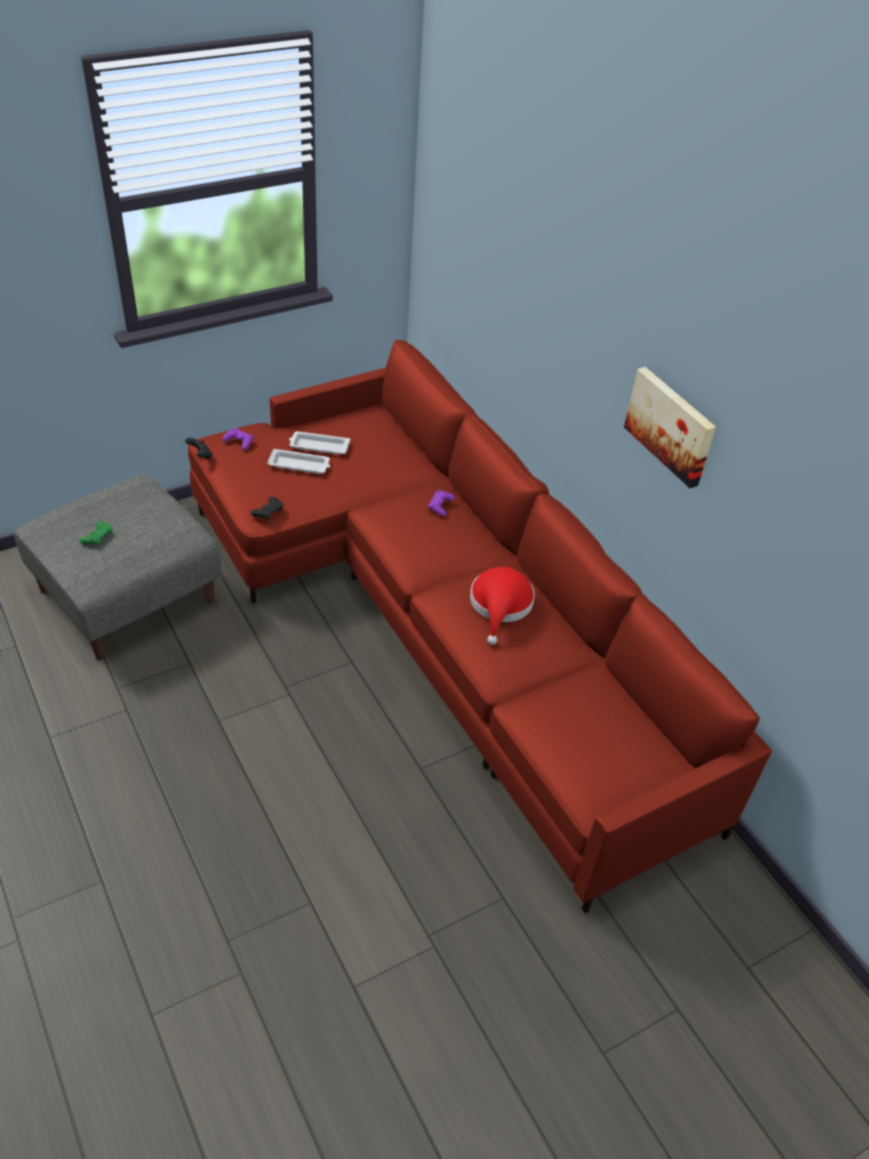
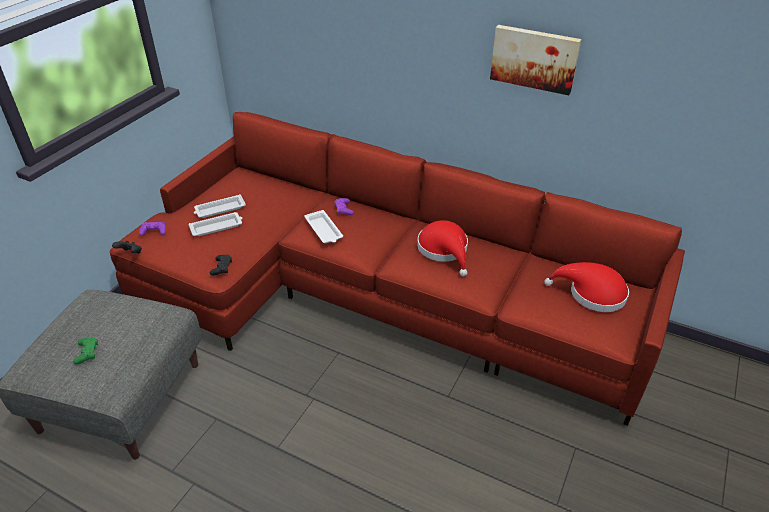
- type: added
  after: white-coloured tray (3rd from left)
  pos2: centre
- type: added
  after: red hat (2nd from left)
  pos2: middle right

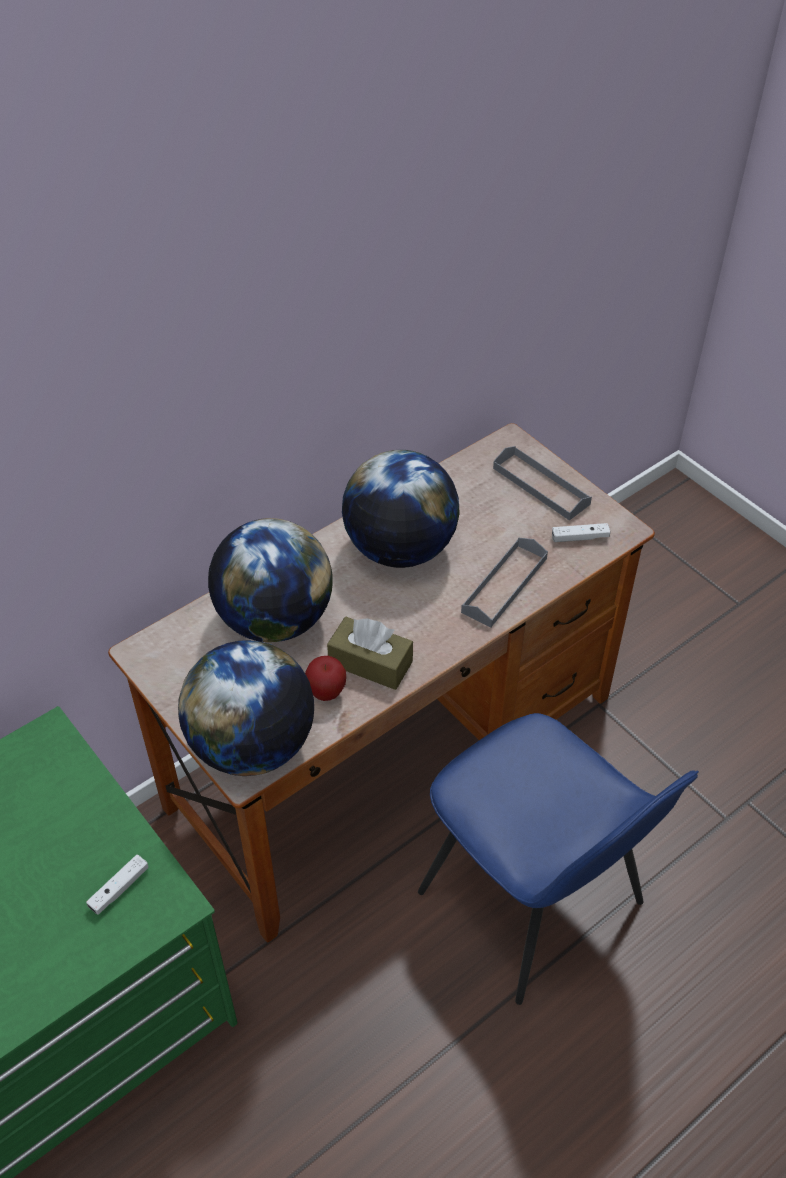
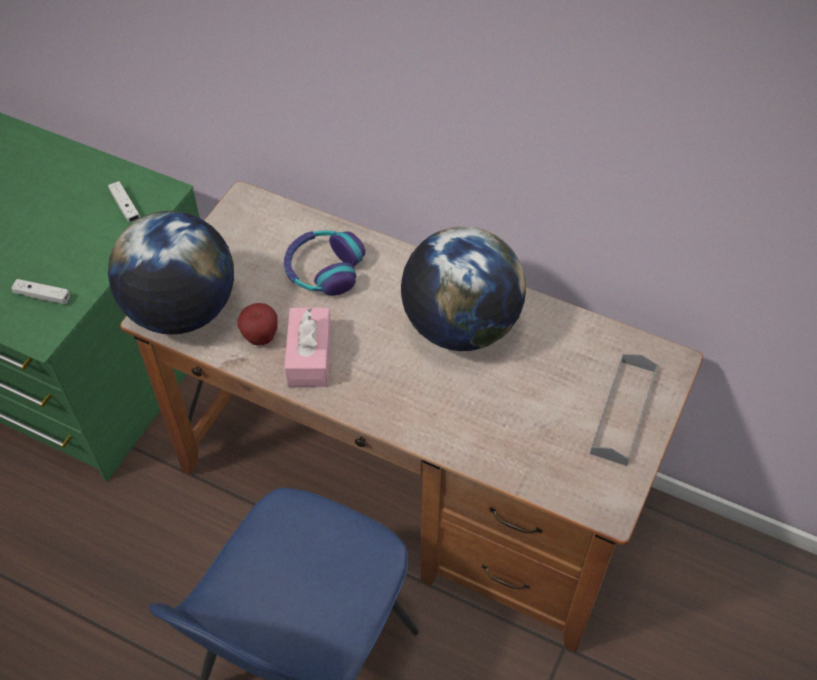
- type: removed
  before: gray tray (1st from left)
  pos1: centre
- type: moved
  before: white-coloured joypad (2nd from left)
  pos1: middle right
  pos2: top left
- type: replaced
  before: desk globe (2nd from left)
  after: headphones
  pos1: centre
  pos2: centre
- type: recoloured
  before: brownish tissue box
  after: pinkish tissue box
  pos1: centre
  pos2: centre

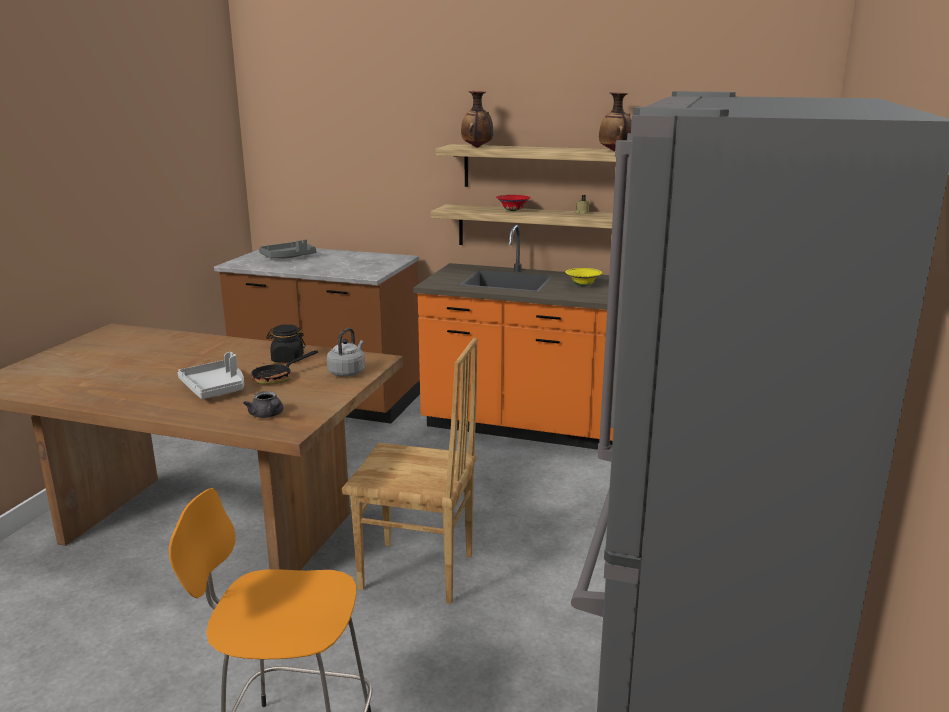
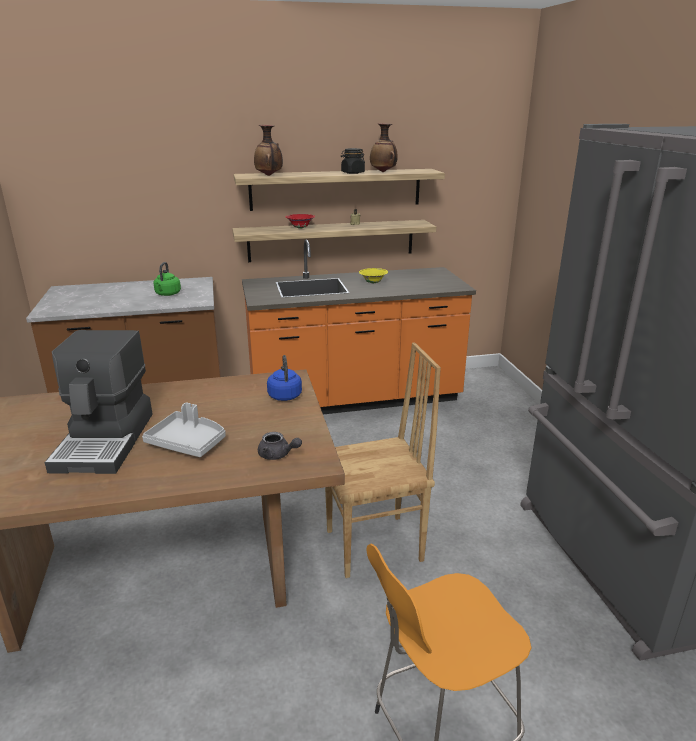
- type: removed
  before: frying pan
  pos1: middle left
- type: removed
  before: gray tray (2nd from left)
  pos1: middle left
- type: added
  after: coffee maker
  pos2: middle left
- type: added
  after: green-coloured kettle
  pos2: middle left
- type: moved
  before: black-coloured preserve jar
  pos1: middle left
  pos2: top centre
- type: recoloured
  before: gray kettle
  after: blue kettle
  pos1: centre
  pos2: centre

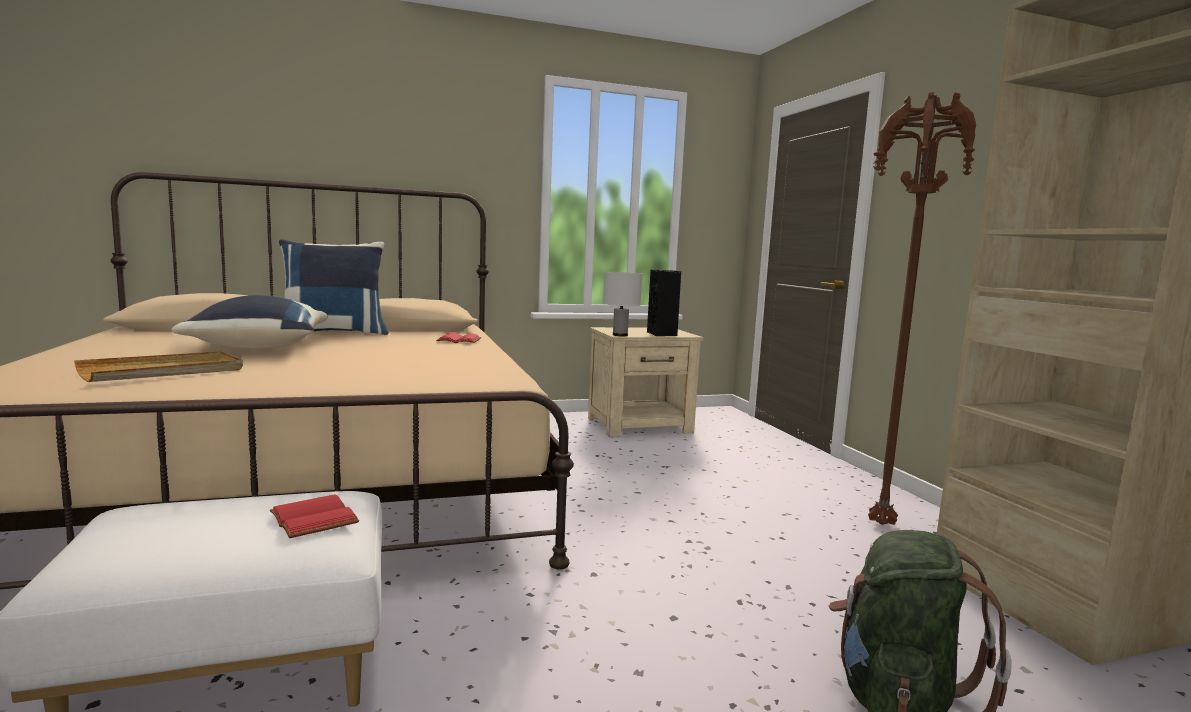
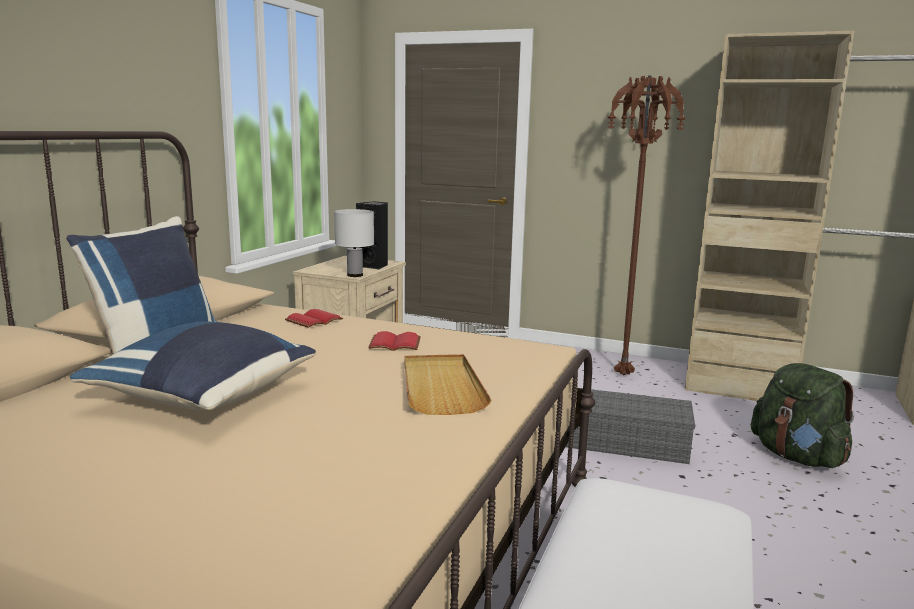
- type: added
  after: gray storage container
  pos2: bottom right
- type: moved
  before: sand-coloured tray
  pos1: middle left
  pos2: centre
- type: moved
  before: red volume (1st from left in the first image)
  after: red volume (2nd from left)
  pos1: bottom left
  pos2: centre

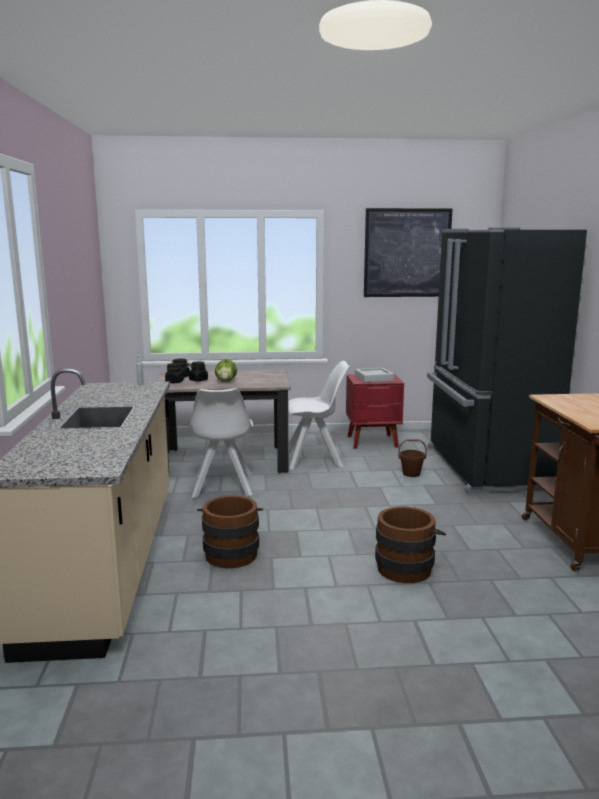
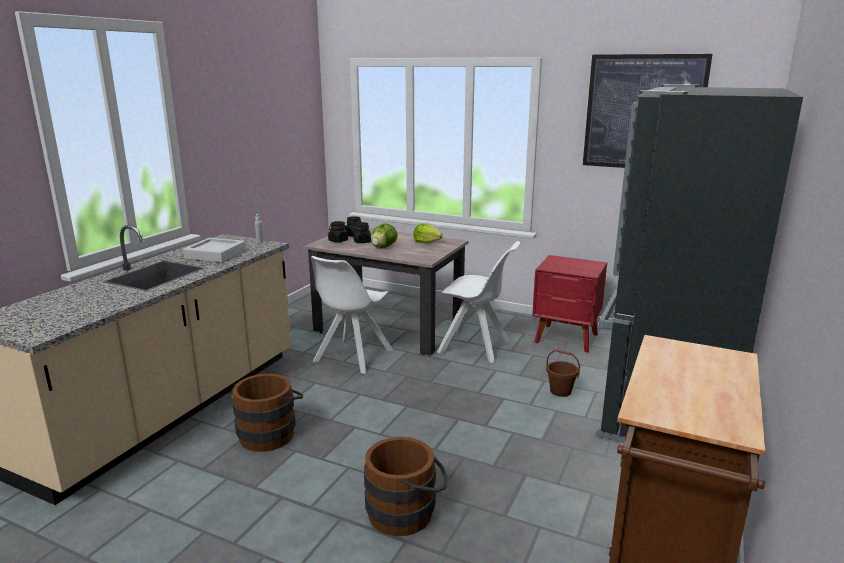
- type: added
  after: lettuce head (2nd from left)
  pos2: centre
- type: moved
  before: gray tray
  pos1: centre
  pos2: middle left

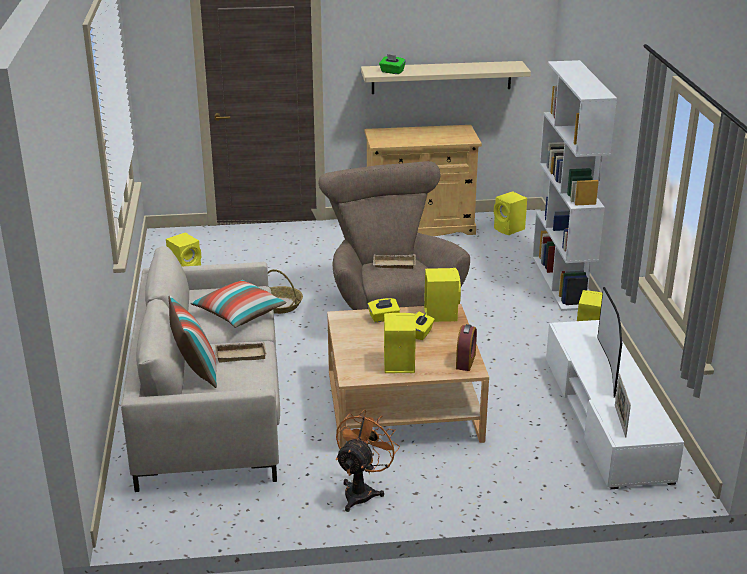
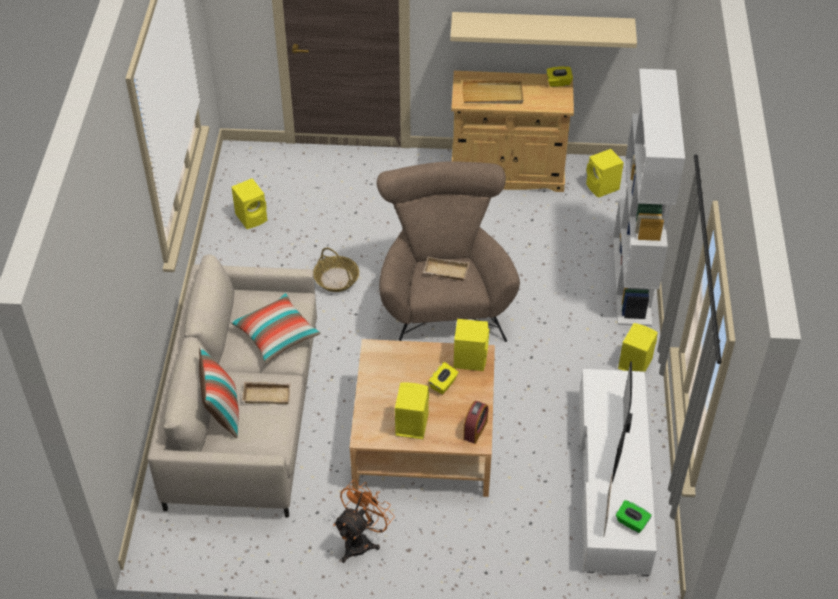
- type: added
  after: sand-coloured tray (3rd from left)
  pos2: top centre
- type: moved
  before: yellowish tissue box (1st from left in the first image)
  after: yellowish tissue box (2nd from left)
  pos1: centre
  pos2: top right
- type: moved
  before: green-coloured tissue box
  pos1: top centre
  pos2: bottom right

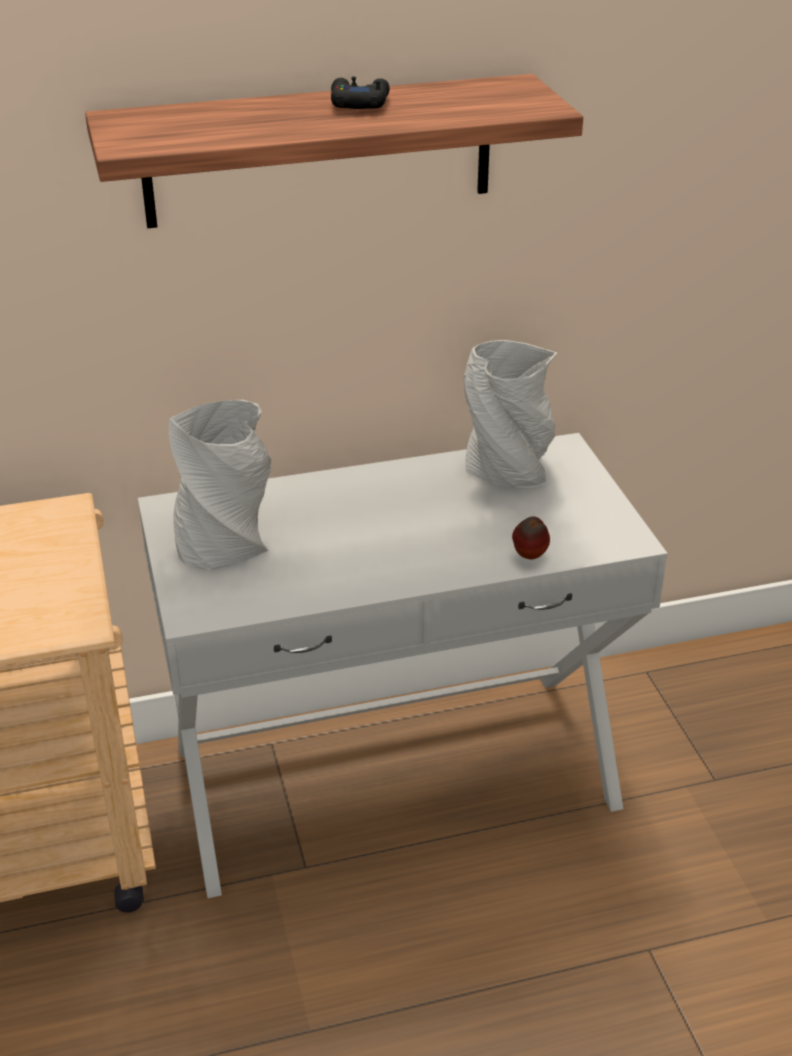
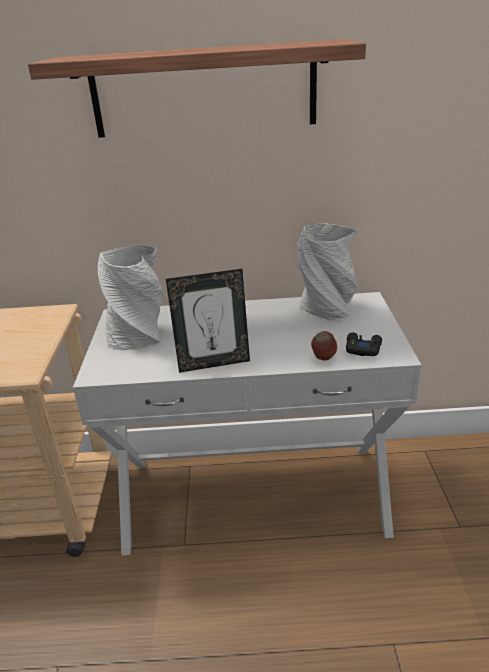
- type: added
  after: picture frame
  pos2: centre
- type: moved
  before: black-coloured joypad
  pos1: top centre
  pos2: middle right

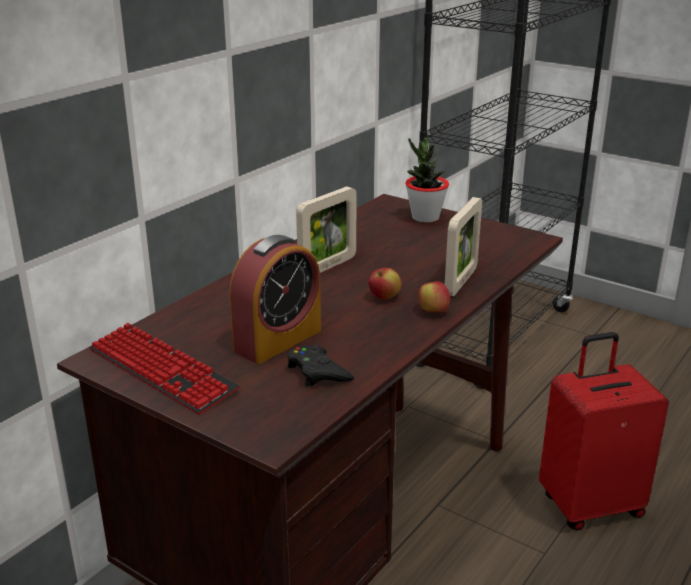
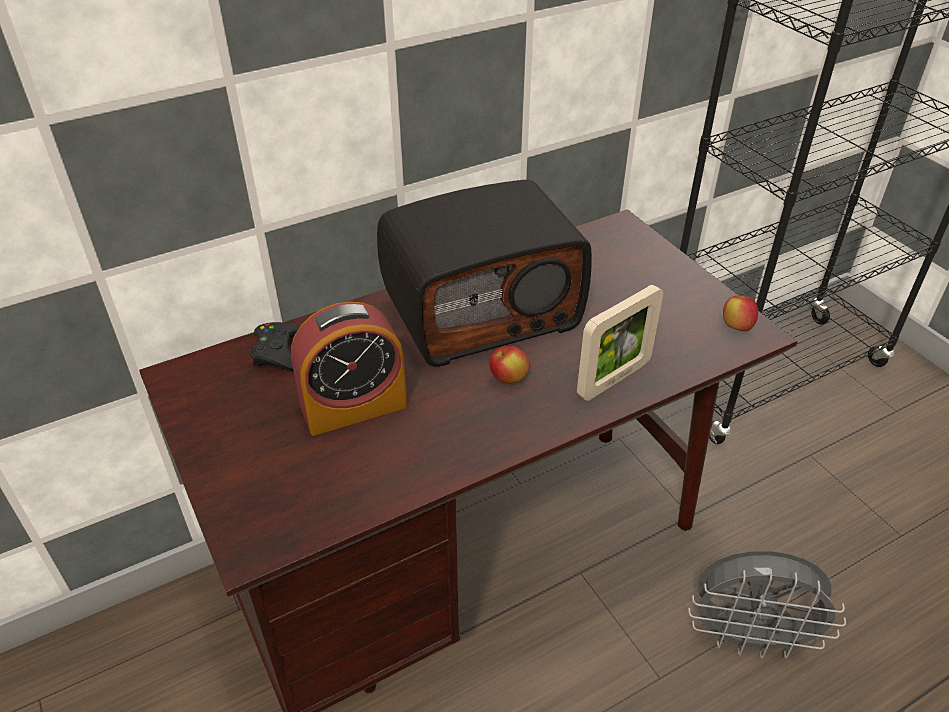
- type: removed
  before: PC keyboard
  pos1: middle left
- type: removed
  before: houseplant
  pos1: top centre
- type: moved
  before: black-coloured joypad
  pos1: centre
  pos2: middle left
- type: moved
  before: apple fruit (2nd from left)
  pos1: centre
  pos2: middle right
- type: replaced
  before: picture frame (1st from left)
  after: radio set
  pos1: centre
  pos2: centre
- type: replaced
  before: red piece of luggage
  after: gray fan
  pos1: bottom right
  pos2: bottom right

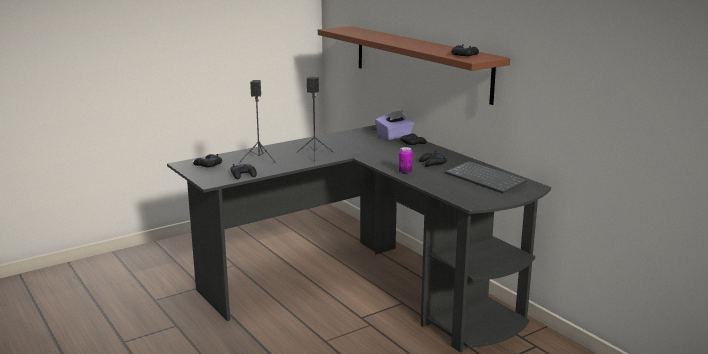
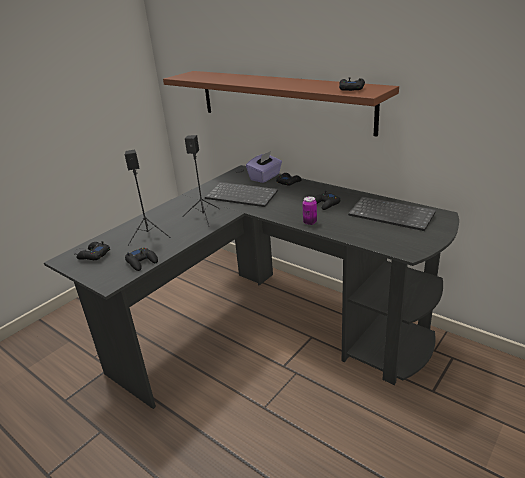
- type: added
  after: PC keyboard (1st from left)
  pos2: centre

